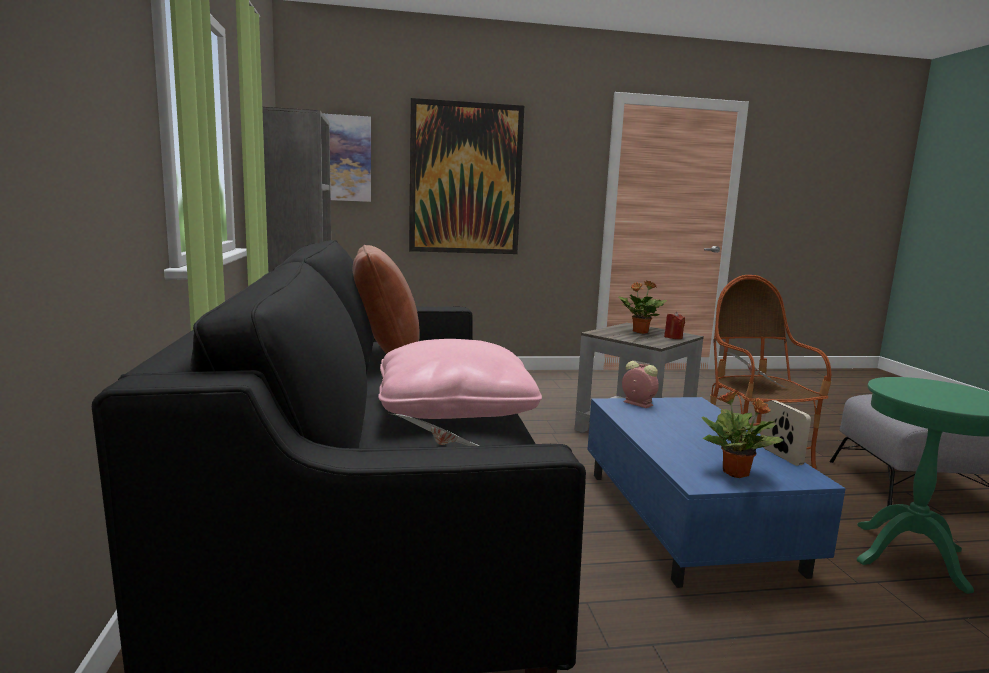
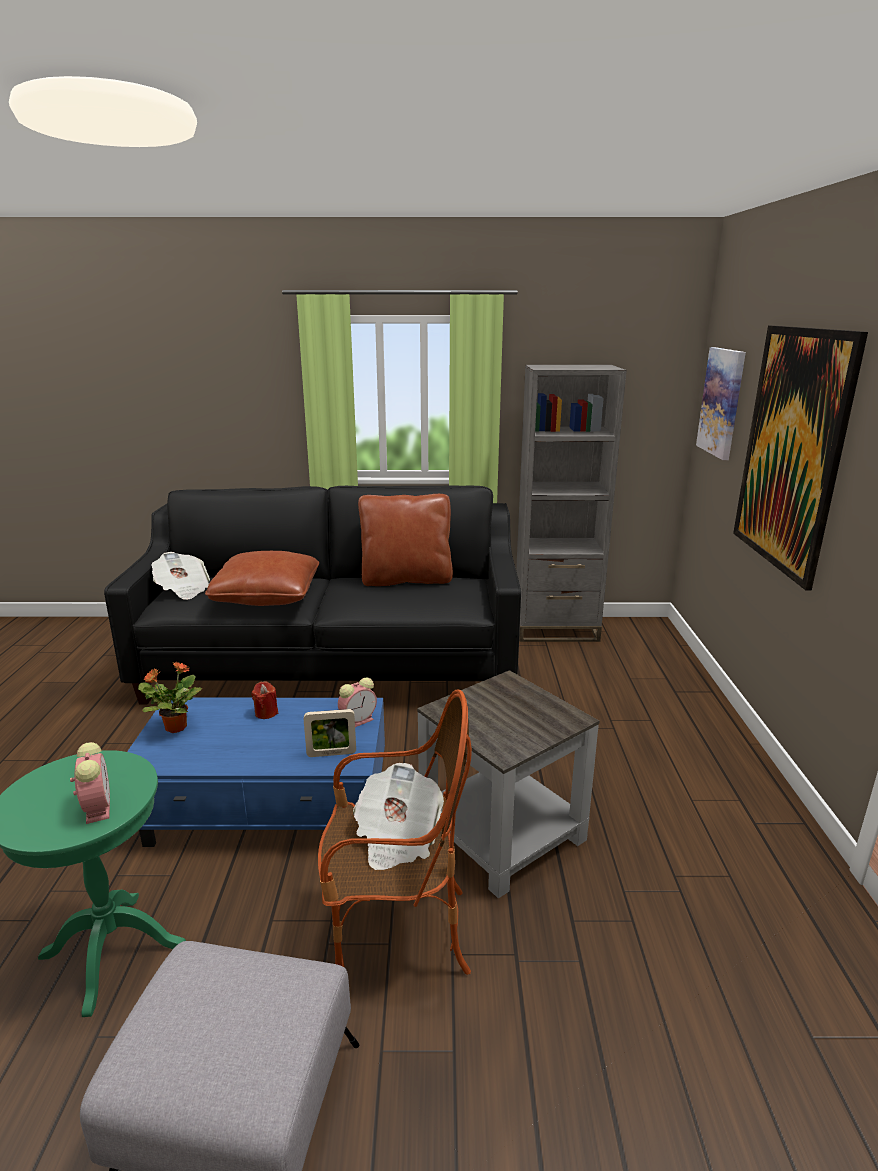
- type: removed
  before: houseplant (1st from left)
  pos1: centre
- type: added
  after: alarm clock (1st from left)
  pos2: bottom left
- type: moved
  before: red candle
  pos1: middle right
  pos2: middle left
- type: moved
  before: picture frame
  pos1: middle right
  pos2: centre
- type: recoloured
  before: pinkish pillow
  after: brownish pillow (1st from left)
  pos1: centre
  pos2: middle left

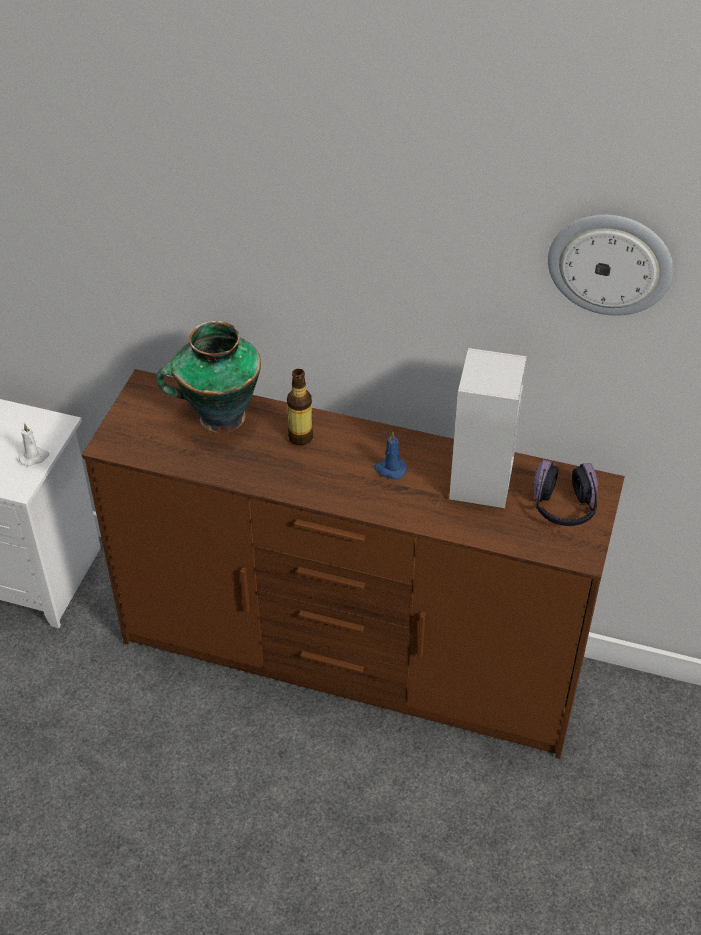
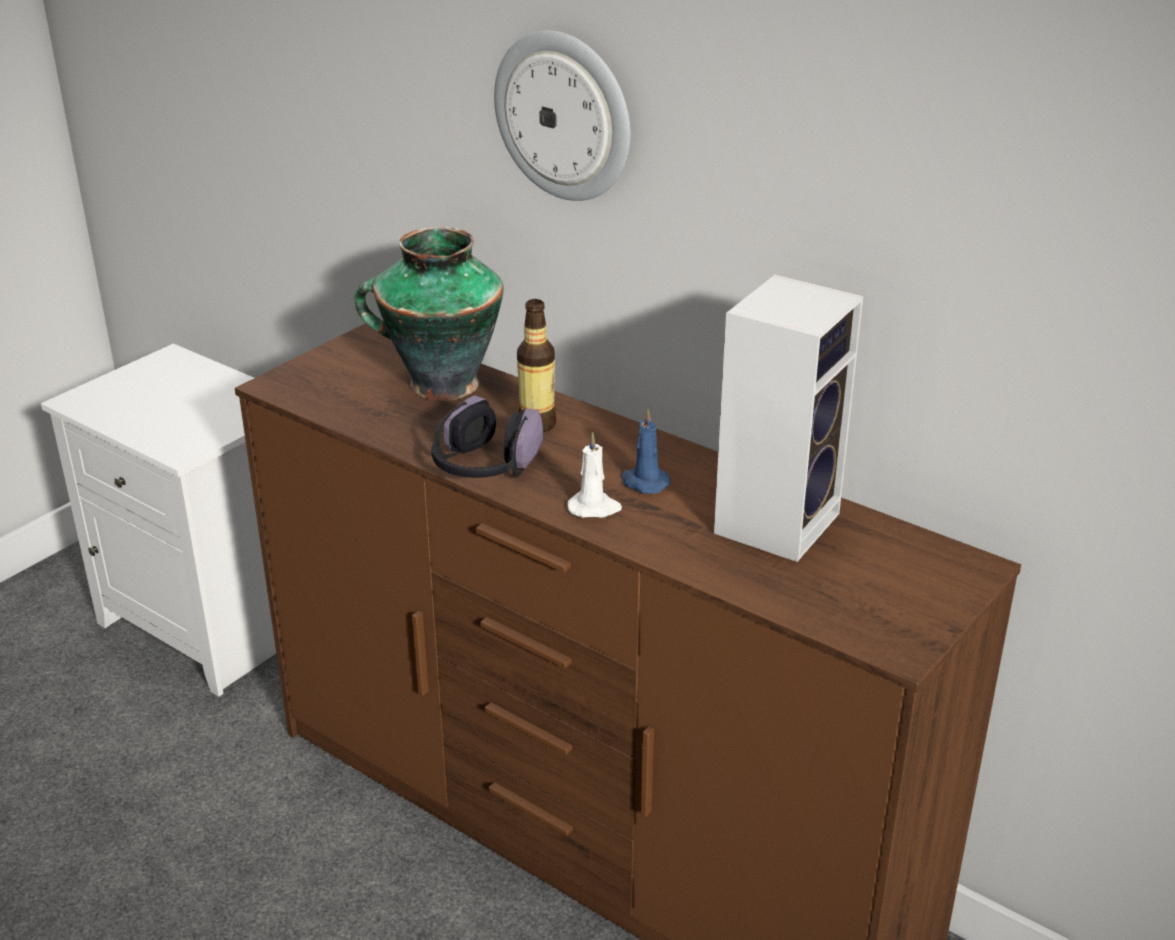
- type: moved
  before: white-coloured candle
  pos1: middle left
  pos2: centre
- type: moved
  before: headphones
  pos1: middle right
  pos2: centre
- type: moved
  before: hanging clock
  pos1: top right
  pos2: top centre

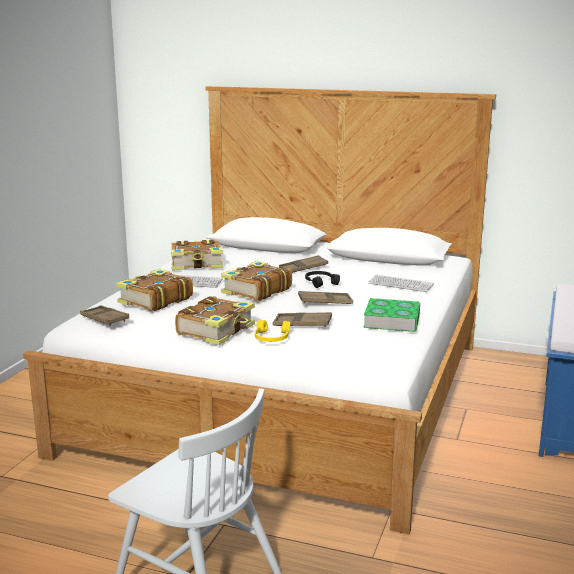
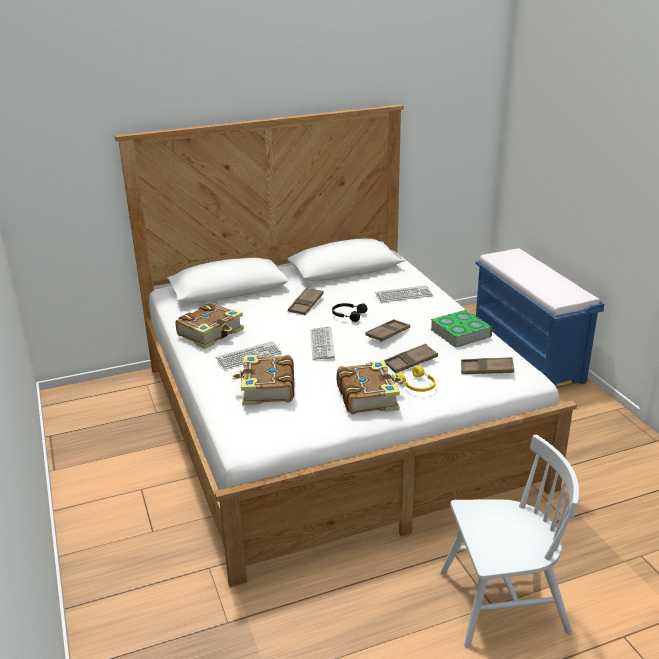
- type: moved
  before: brownish tray (1st from left in the first image)
  after: brownish tray (4th from left)
  pos1: middle left
  pos2: middle right
- type: replaced
  before: volume (4th from left)
  after: PC keyboard (2nd from left)
  pos1: centre
  pos2: centre

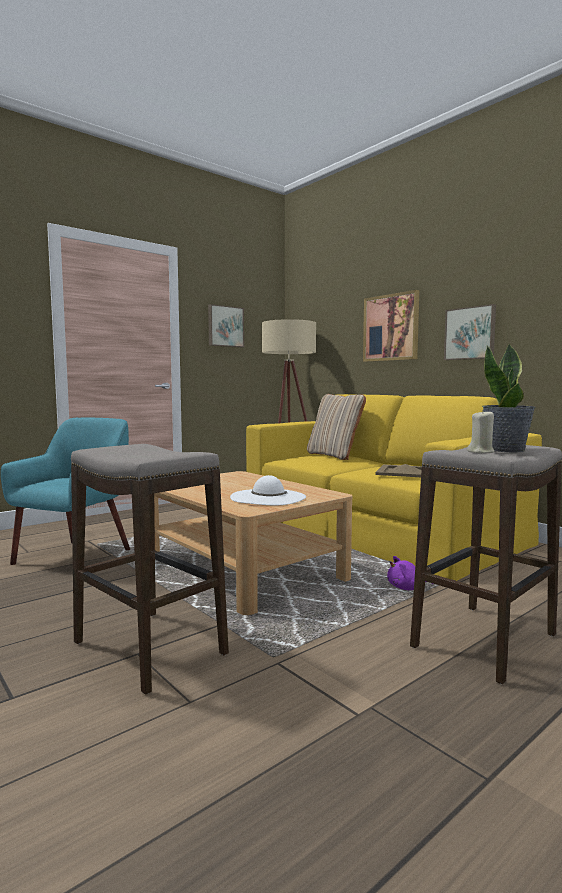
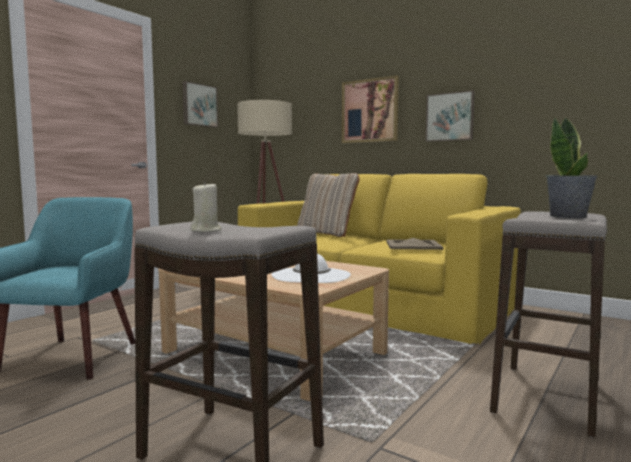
- type: removed
  before: purple-coloured cuddly toy
  pos1: middle right
- type: moved
  before: sand-coloured candle
  pos1: middle right
  pos2: middle left

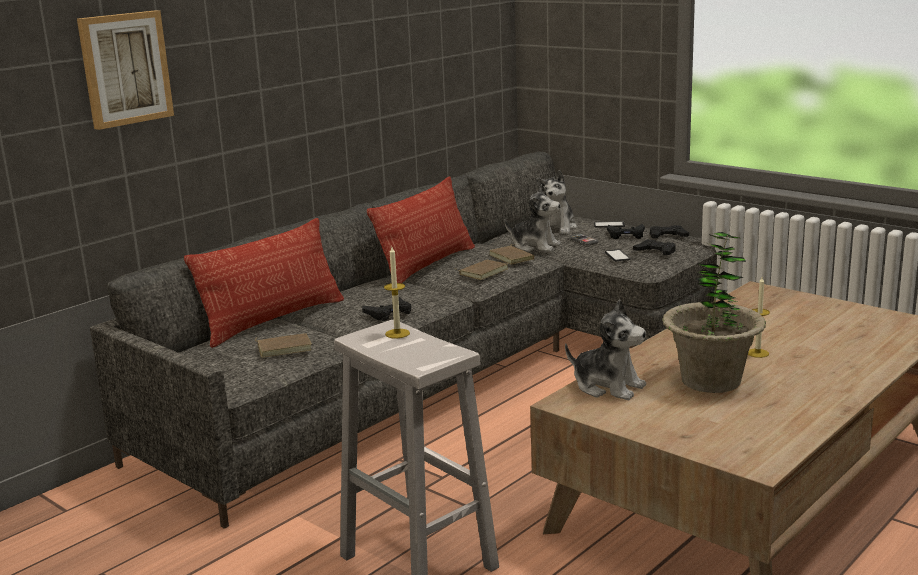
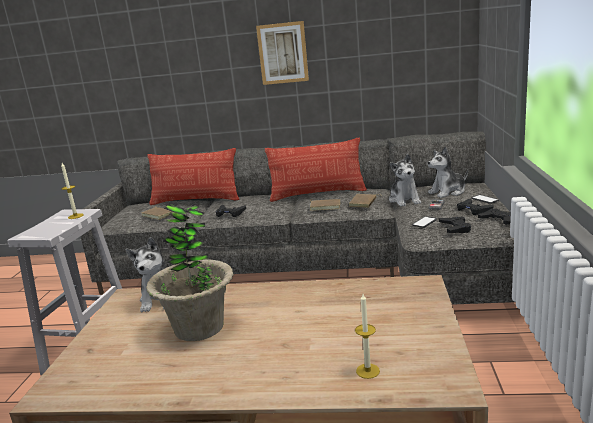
- type: moved
  before: wall picture
  pos1: top left
  pos2: top centre
- type: moved
  before: candle (2nd from left)
  pos1: middle right
  pos2: bottom centre

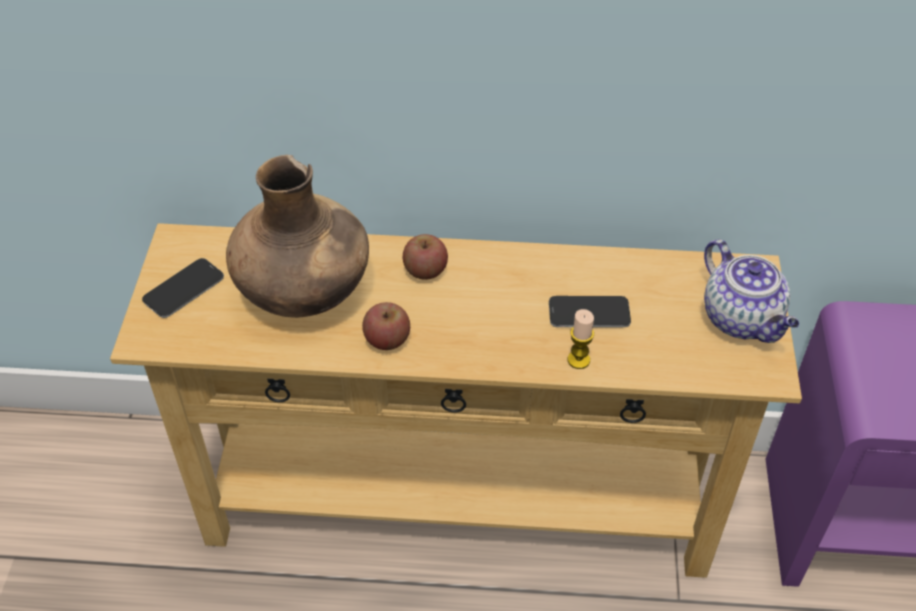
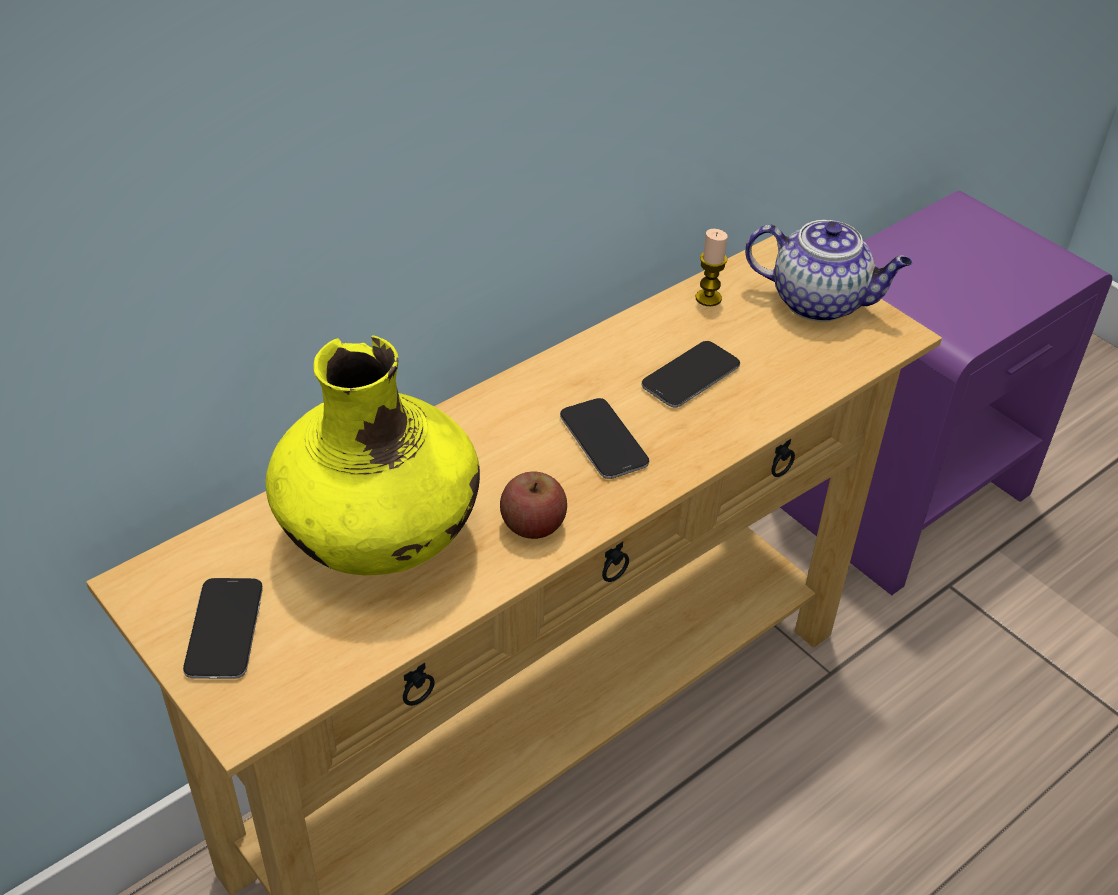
- type: removed
  before: apple fruit (2nd from left)
  pos1: centre
- type: added
  after: phone (2nd from left)
  pos2: centre
- type: moved
  before: candle
  pos1: centre
  pos2: top centre
- type: recoloured
  before: brownish decorative vase
  after: yellowish decorative vase
  pos1: middle left
  pos2: centre

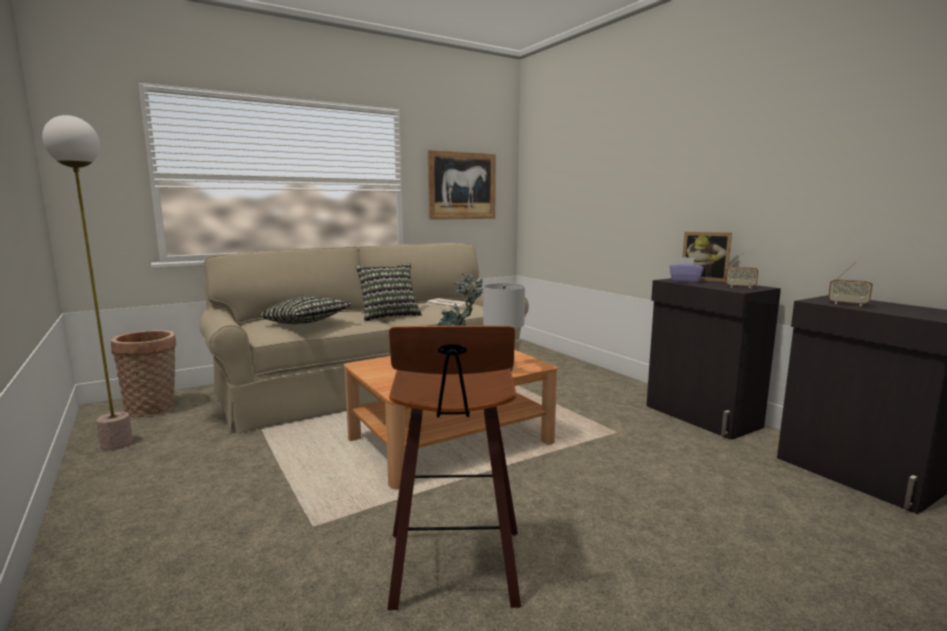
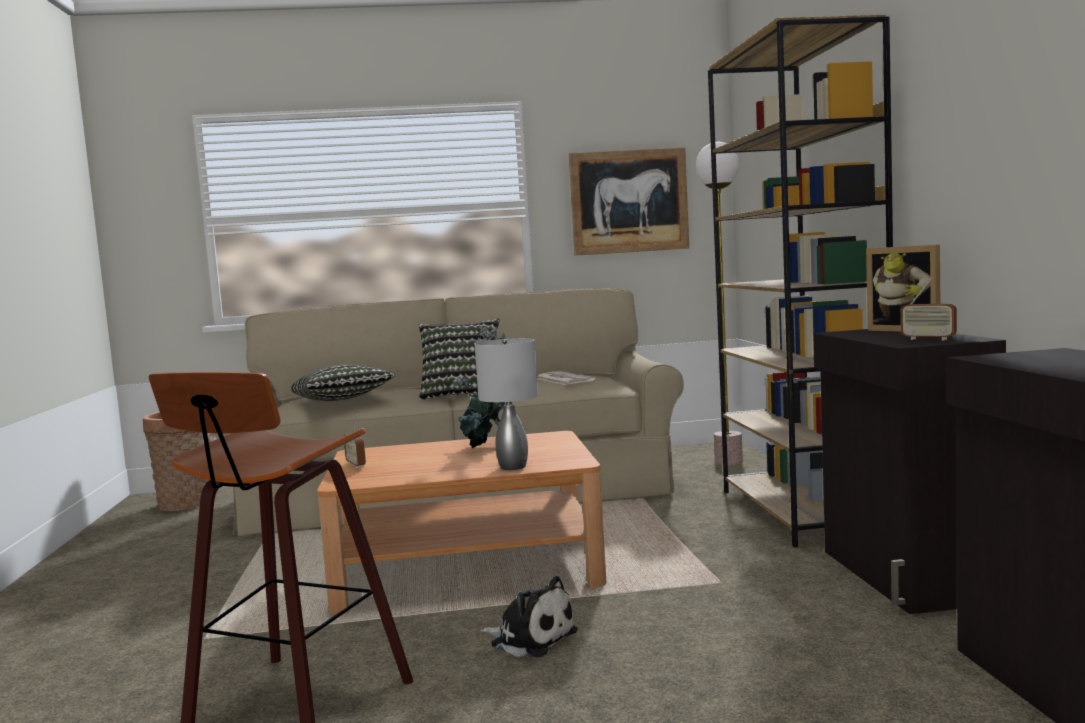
- type: removed
  before: purple-coloured tissue box
  pos1: middle right
- type: added
  after: cuddly toy
  pos2: bottom centre
- type: added
  after: brownish bookcase
  pos2: middle right
- type: moved
  before: floor lamp
  pos1: middle left
  pos2: centre
- type: moved
  before: radio set (2nd from left in the first image)
  after: radio set (1st from left)
  pos1: middle right
  pos2: middle left

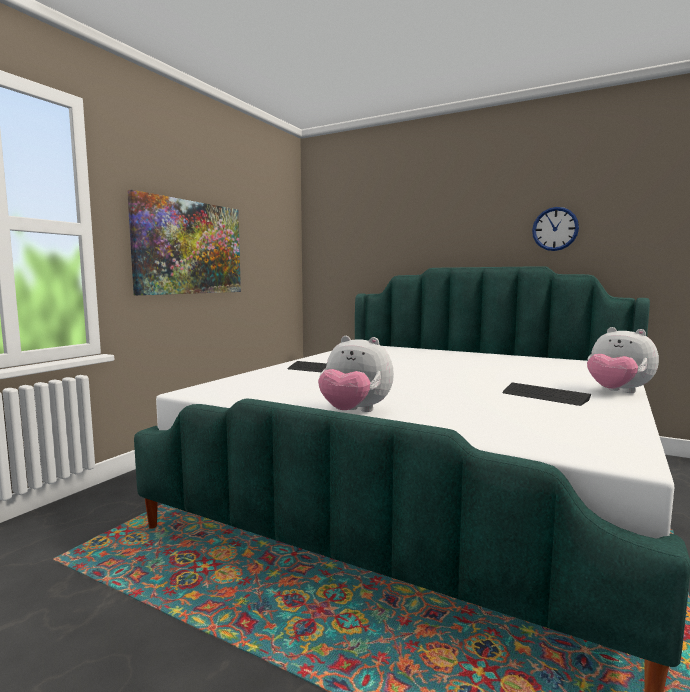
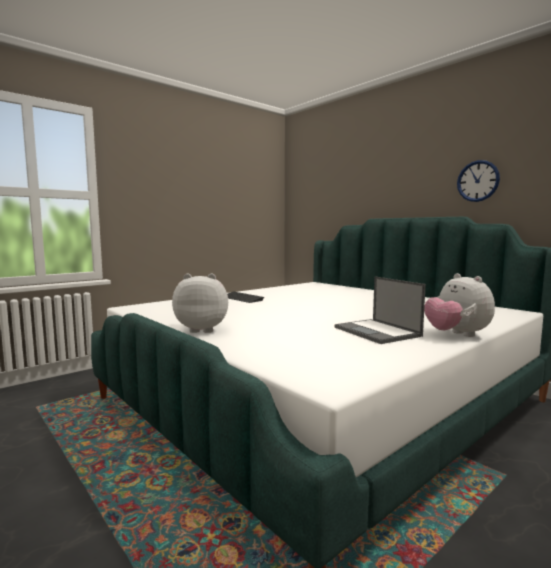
- type: removed
  before: wall picture
  pos1: middle left
- type: replaced
  before: PC keyboard (2nd from left)
  after: portable computer
  pos1: middle right
  pos2: middle right
- type: turned
  before: cuddly toy (1st from left)
  pos1: centre
  pos2: centre
  turn: 135

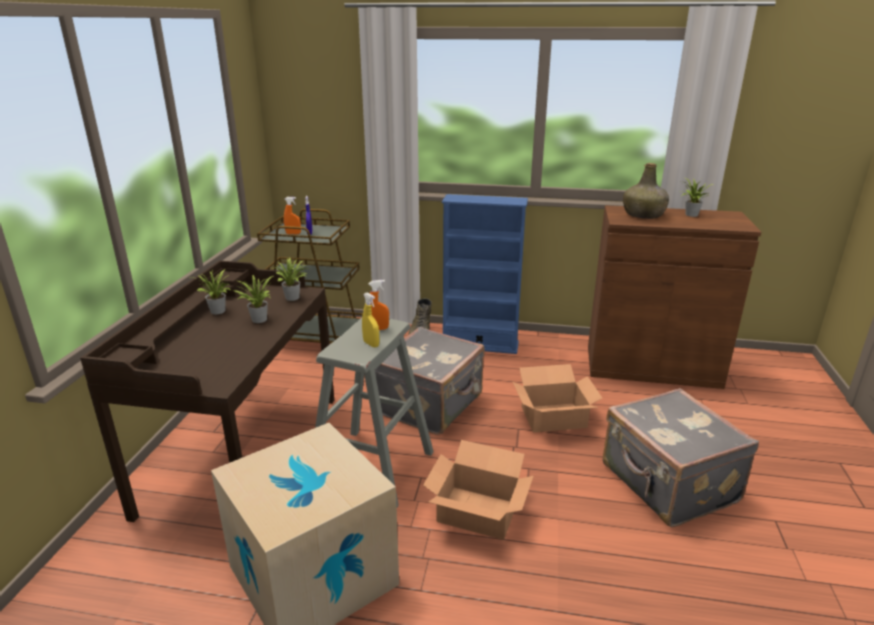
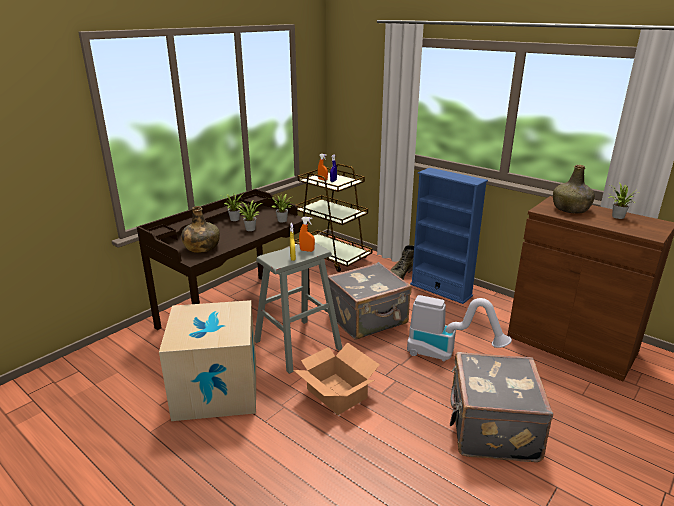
- type: added
  after: green-coloured beverage bottle (1st from left)
  pos2: middle left
- type: replaced
  before: packing box (3rd from left)
  after: vacuum
  pos1: centre
  pos2: middle right

